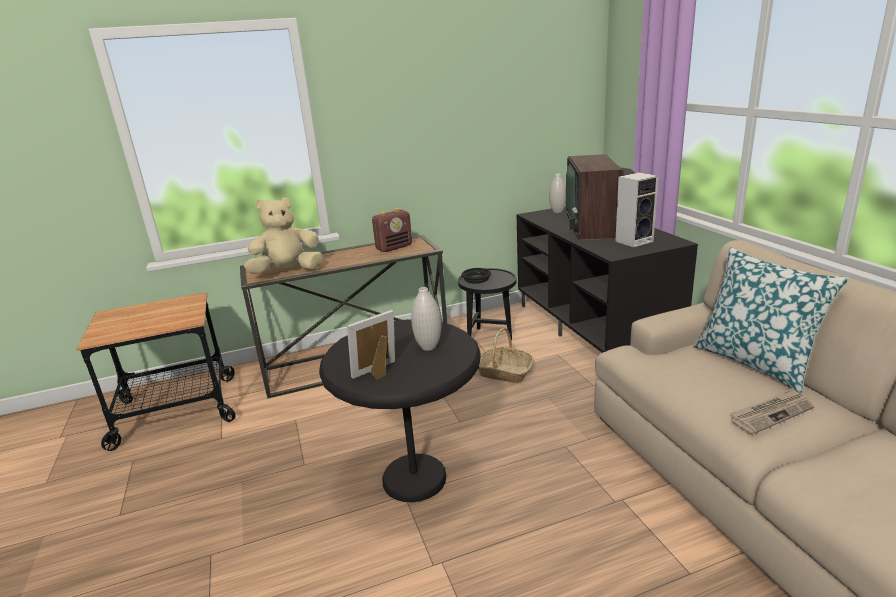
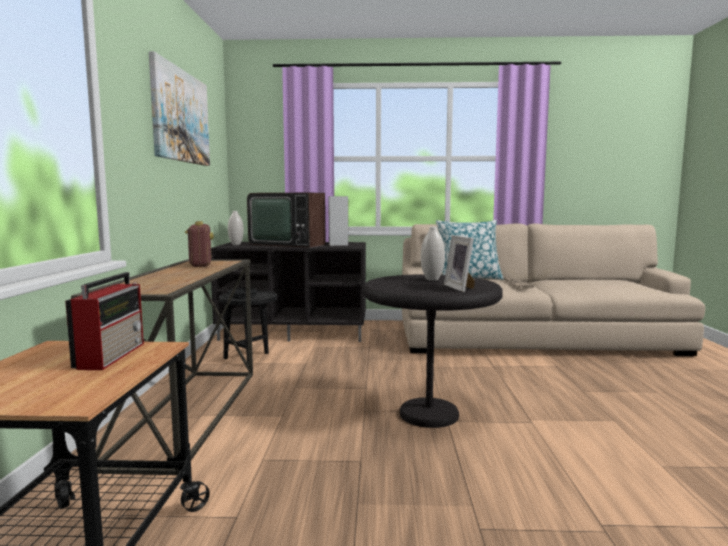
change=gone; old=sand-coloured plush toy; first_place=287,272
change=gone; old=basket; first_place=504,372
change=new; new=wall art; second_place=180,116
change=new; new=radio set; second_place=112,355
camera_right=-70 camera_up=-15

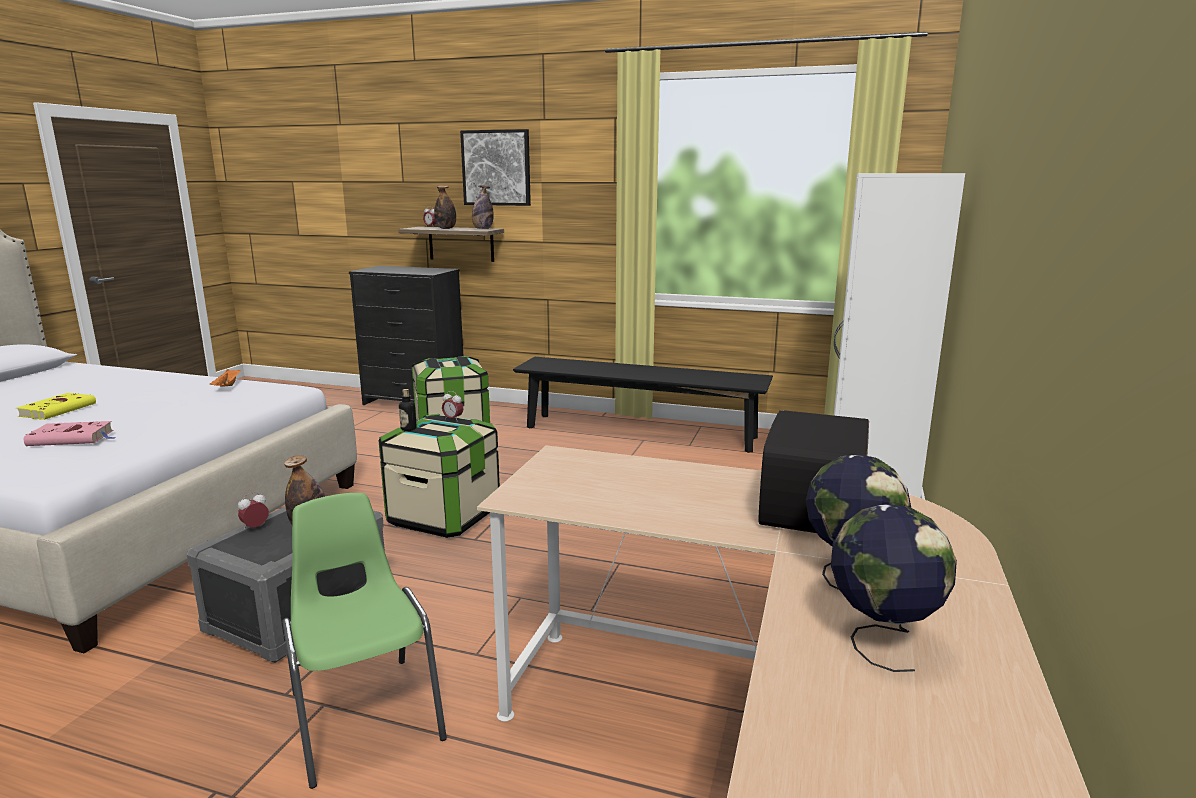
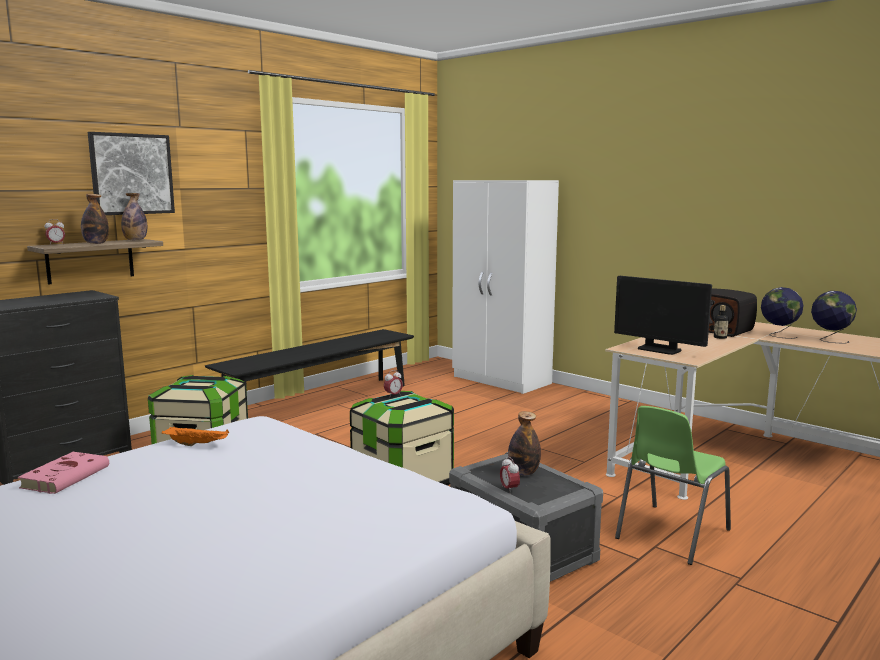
change=shifted; old=beverage bottle; first_place=408,428; second_place=720,337
change=gone; old=yellow-coloured bound book; first_place=59,410
change=shifted; old=pink bound book; first_place=73,438; second_place=67,476
change=rotated; old=greenish plain chair; first_place=365,715; second_place=670,534; degrees=-45
change=new; new=computer screen; second_place=659,349
camera_right=-65 camera_up=-5

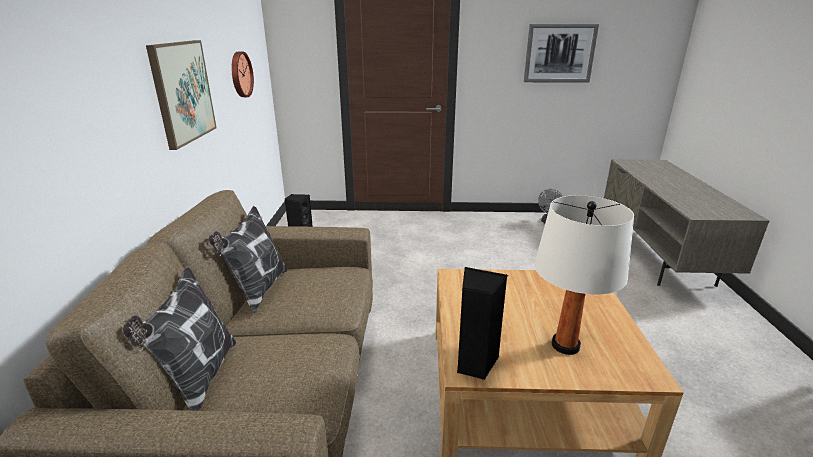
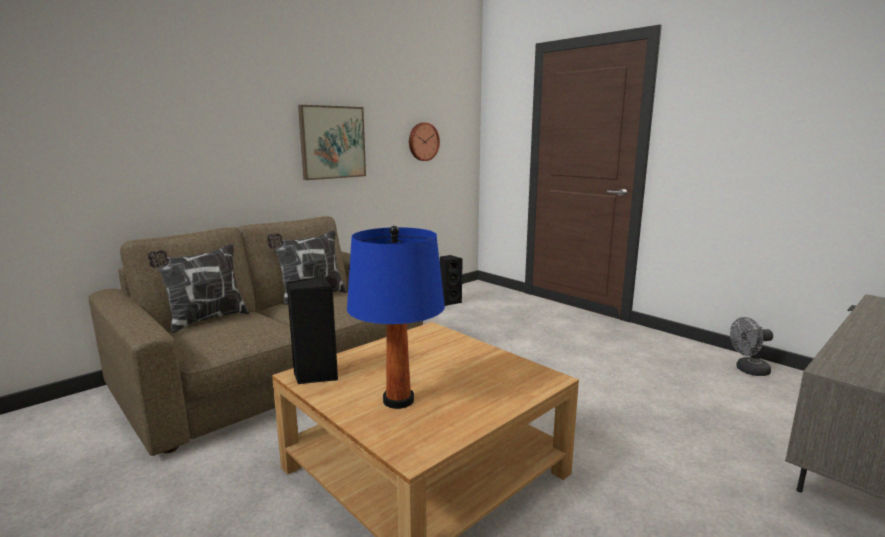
change=gone; old=wall art; first_place=559,53
change=repainted; old=white-coloured tabletop lamp; new=bluish tabletop lamp; first_place=565,345; second_place=398,400
camera_right=45 camera_up=-10

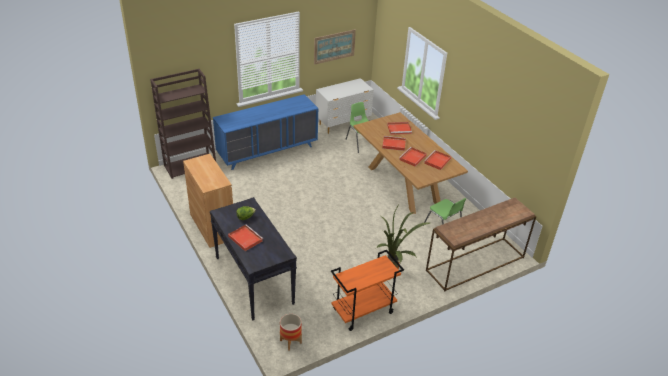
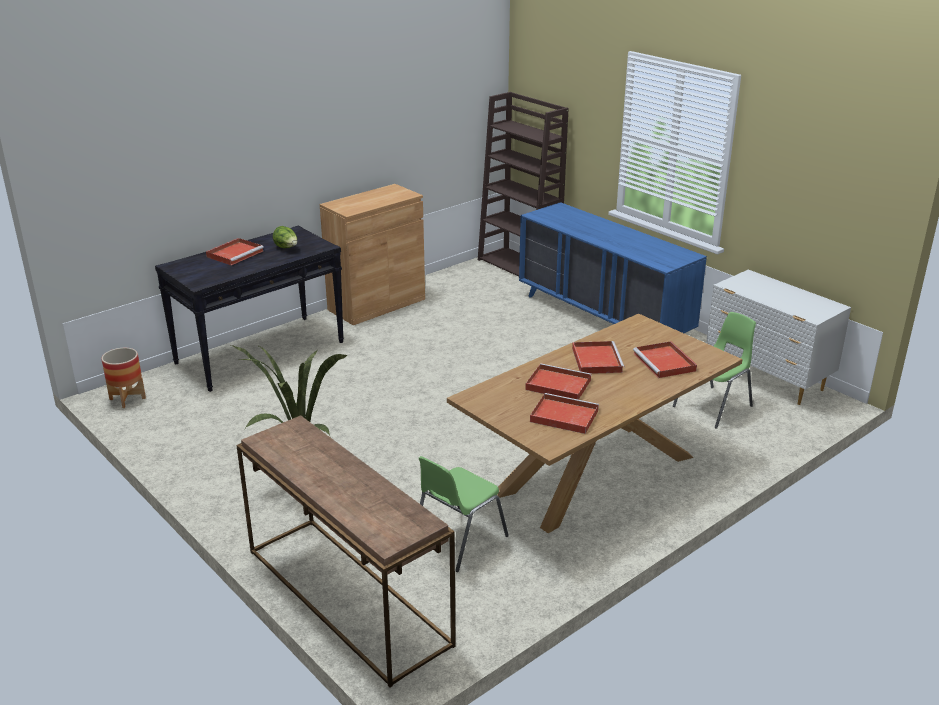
change=gone; old=wall art; first_place=334,46
change=gone; old=orangey trolley; first_place=363,312
camera_right=80 camera_up=-10

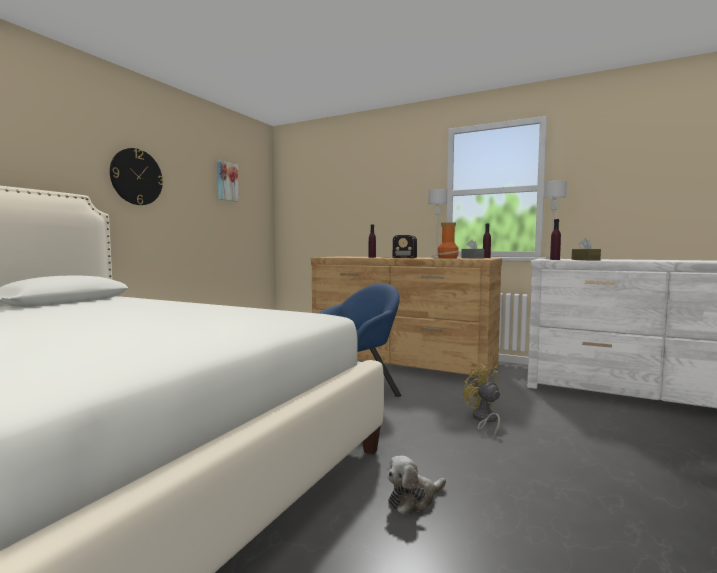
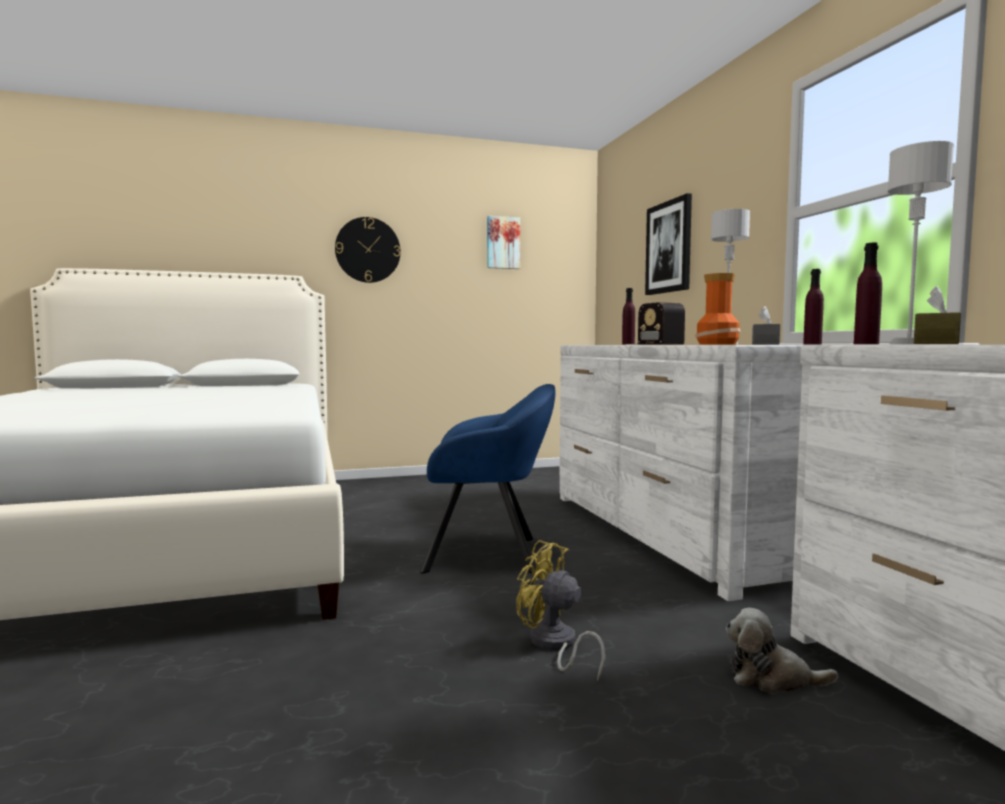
change=repainted; old=brownish dresser; new=white-coloured dresser; first_place=401,362; second_place=665,533
change=rotated; old=yellow-coloured fan; first_place=484,420; second_place=554,645; degrees=-75
change=shifted; old=plush toy; first_place=414,499; second_place=771,678
change=new; new=wall art; second_place=669,247
camera_right=45 camera_up=0

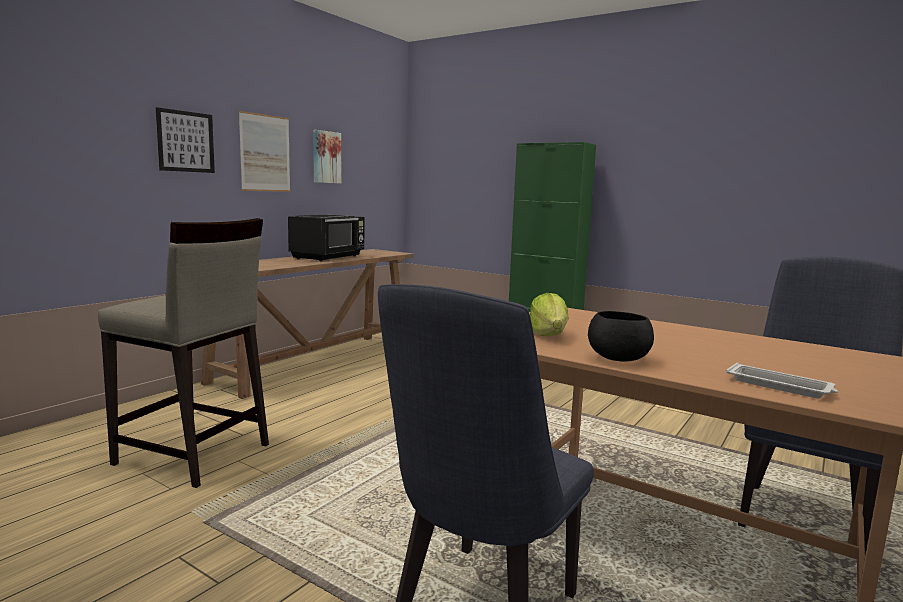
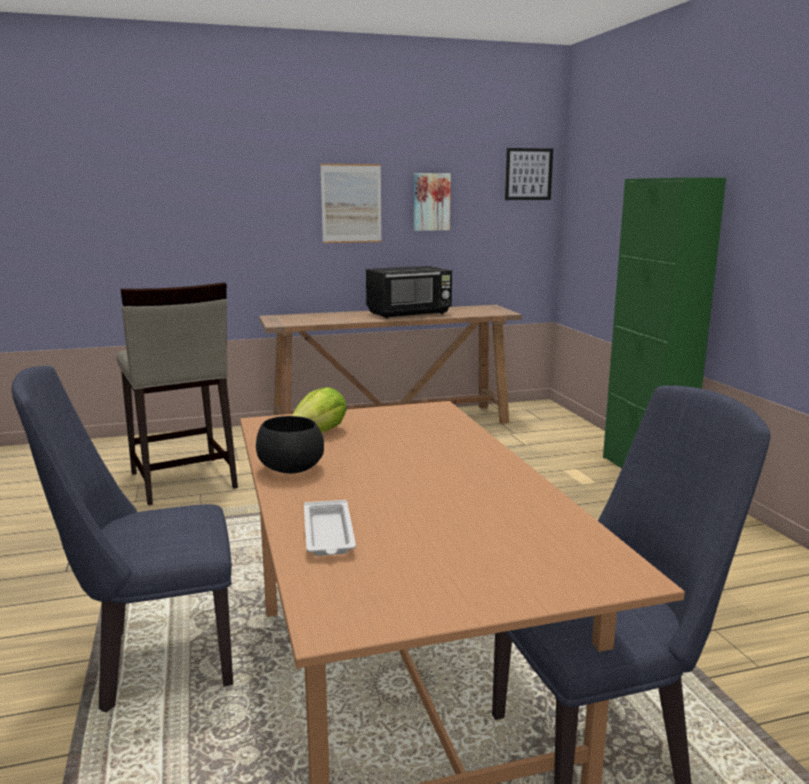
change=shifted; old=wall art; first_place=185,141; second_place=528,174
camera_right=40 camera_up=5

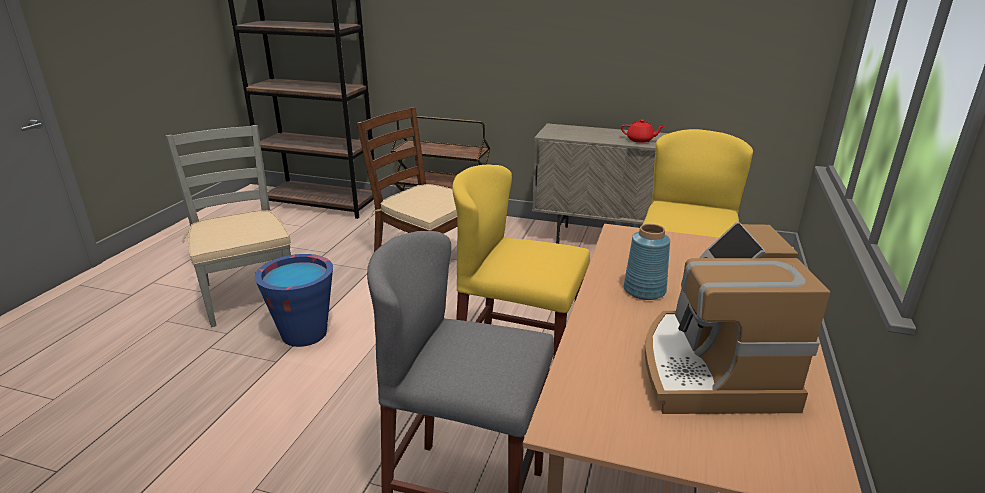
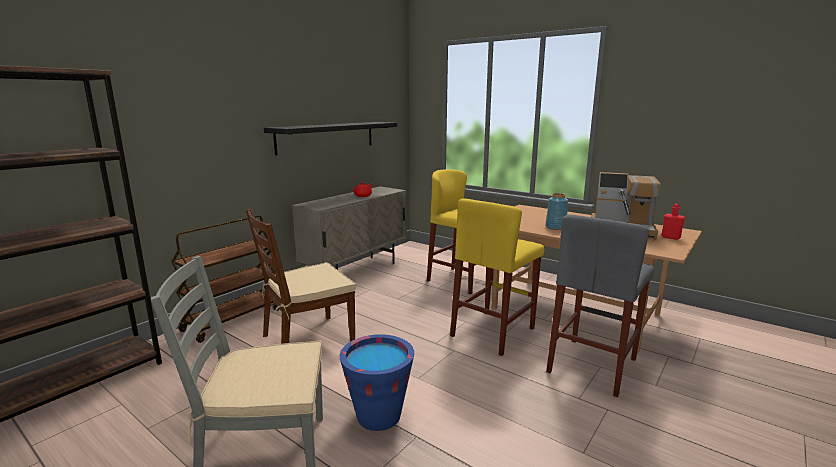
change=new; new=black-coloured shelf; second_place=327,137
change=new; new=reddish beverage bottle; second_place=670,237
camera_right=-70 camera_up=-10

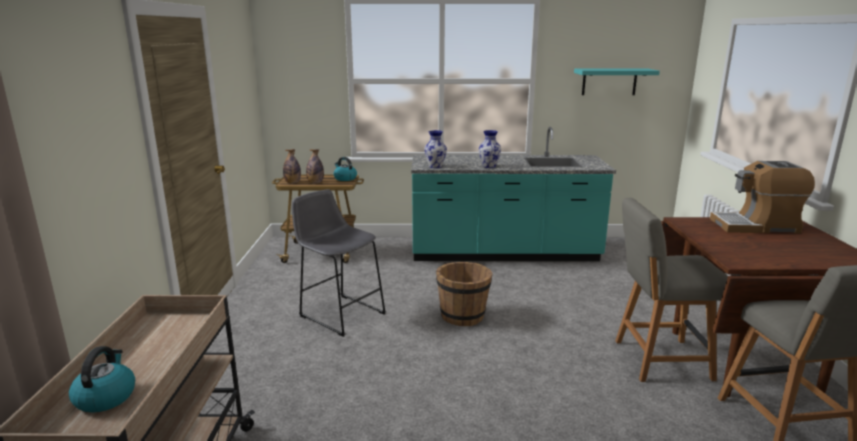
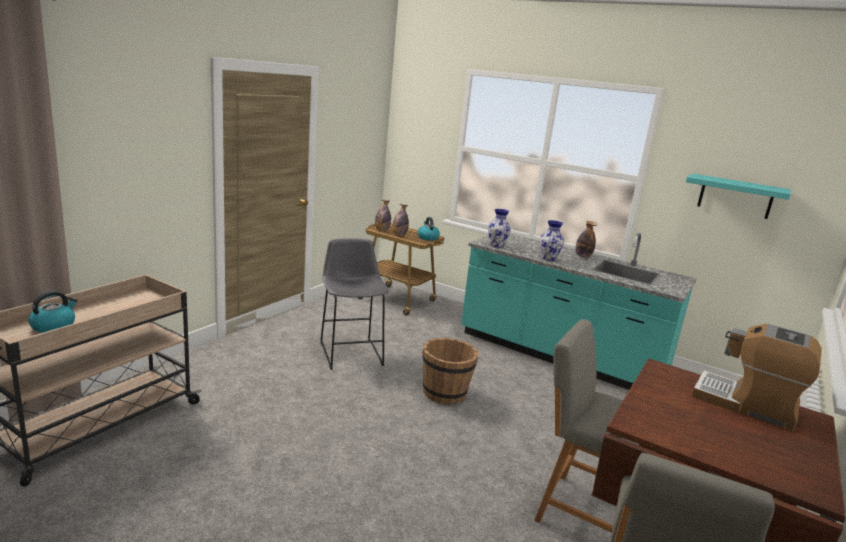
change=new; new=beverage bottle; second_place=583,256
camera_right=30 camera_up=0

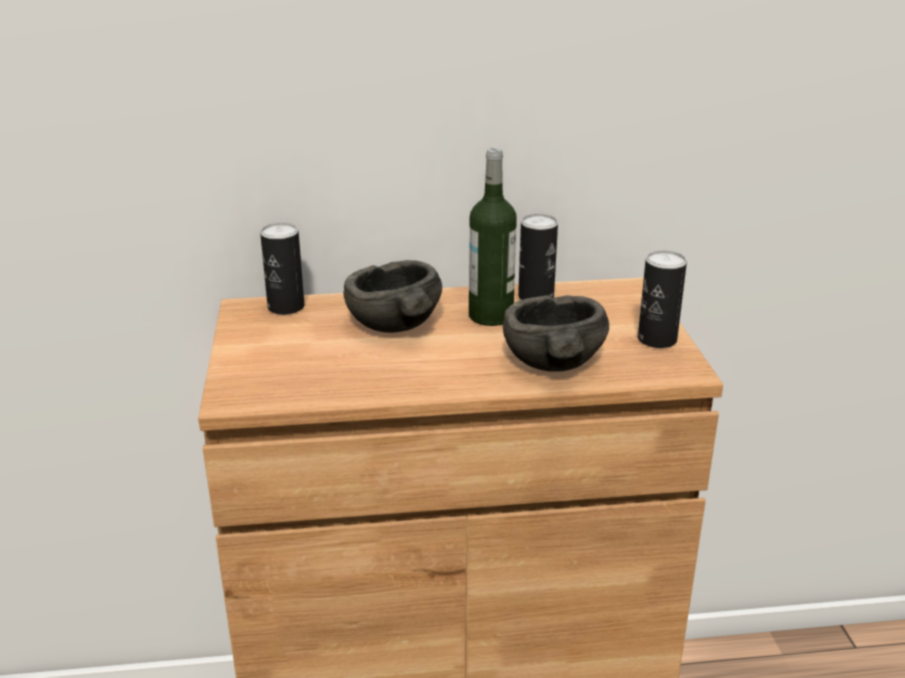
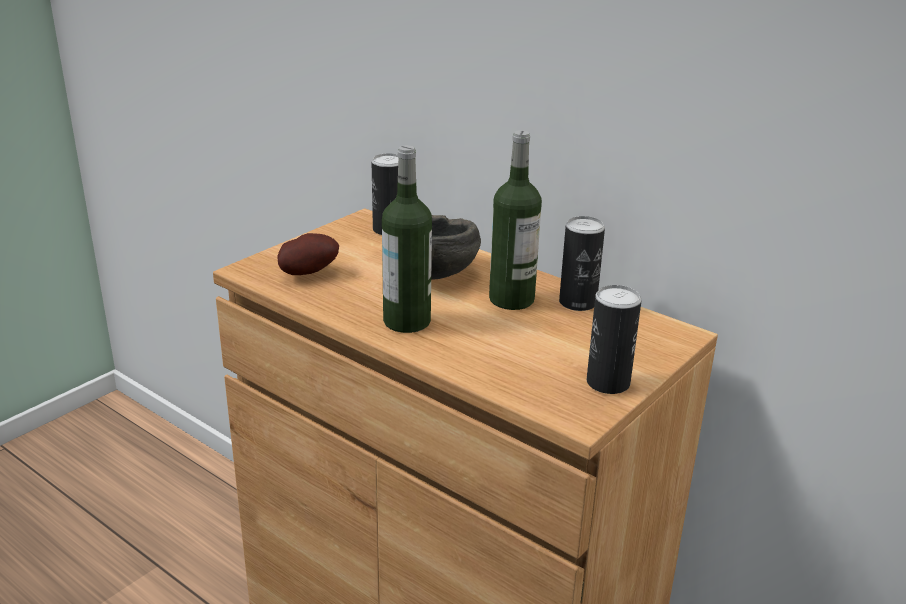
change=gone; old=greyish deep dish; first_place=552,362
change=new; new=beverage bottle; second_place=407,321
change=new; new=spud; second_place=307,273
camera_right=45 camera_up=0

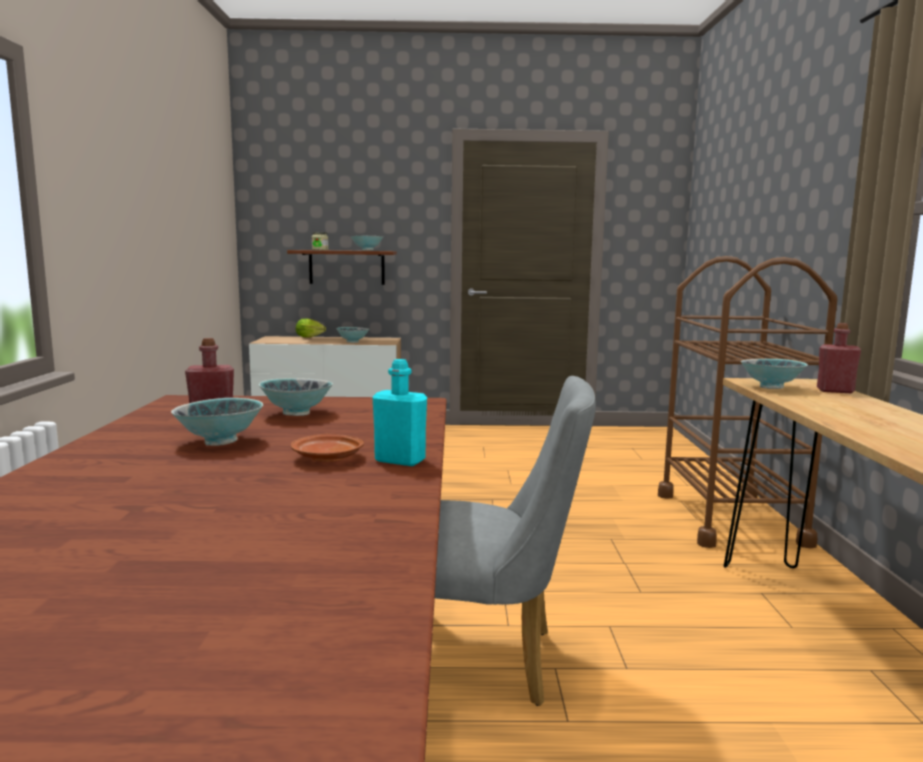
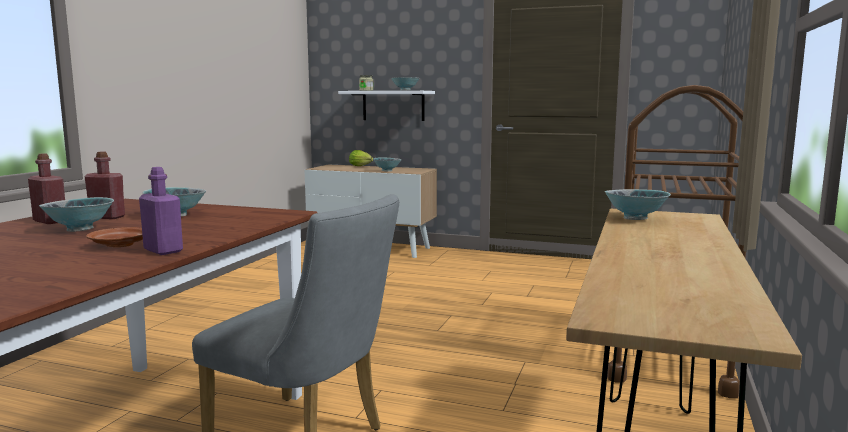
change=repainted; old=brownish shelf; new=white-coloured shelf; first_place=347,267; second_place=393,105
change=shifted; old=reddish beverage bottle; first_place=835,391; second_place=50,221
change=repainted; old=turquoise-coloured beverage bottle; new=purple beverage bottle; first_place=400,460; second_place=163,250
camera_right=20 camera_up=0

